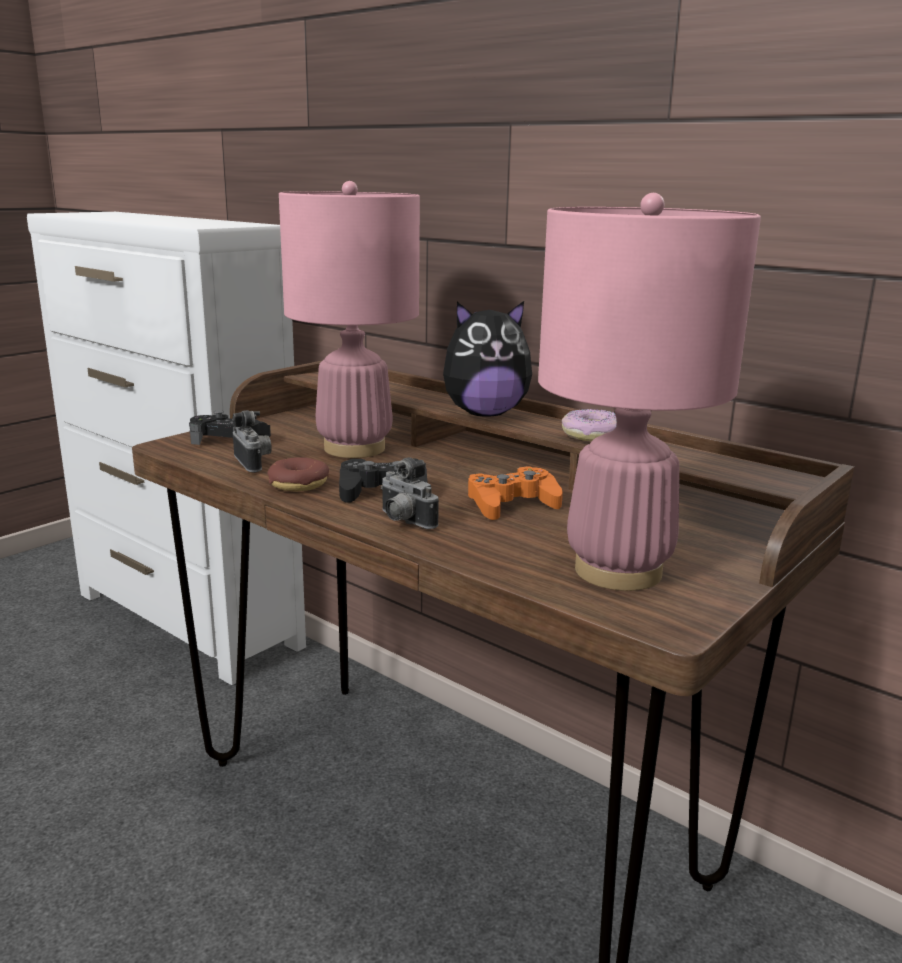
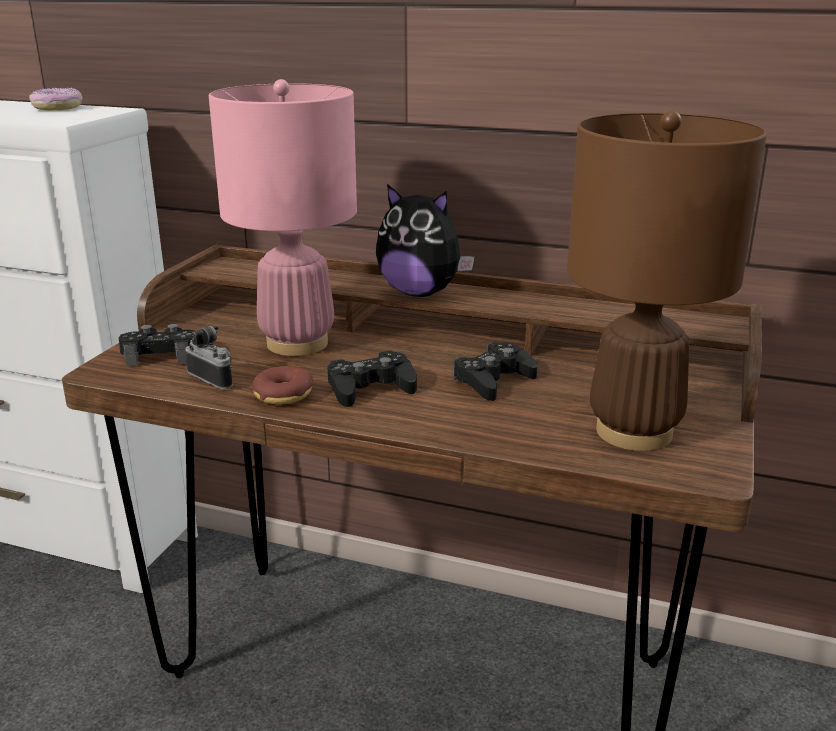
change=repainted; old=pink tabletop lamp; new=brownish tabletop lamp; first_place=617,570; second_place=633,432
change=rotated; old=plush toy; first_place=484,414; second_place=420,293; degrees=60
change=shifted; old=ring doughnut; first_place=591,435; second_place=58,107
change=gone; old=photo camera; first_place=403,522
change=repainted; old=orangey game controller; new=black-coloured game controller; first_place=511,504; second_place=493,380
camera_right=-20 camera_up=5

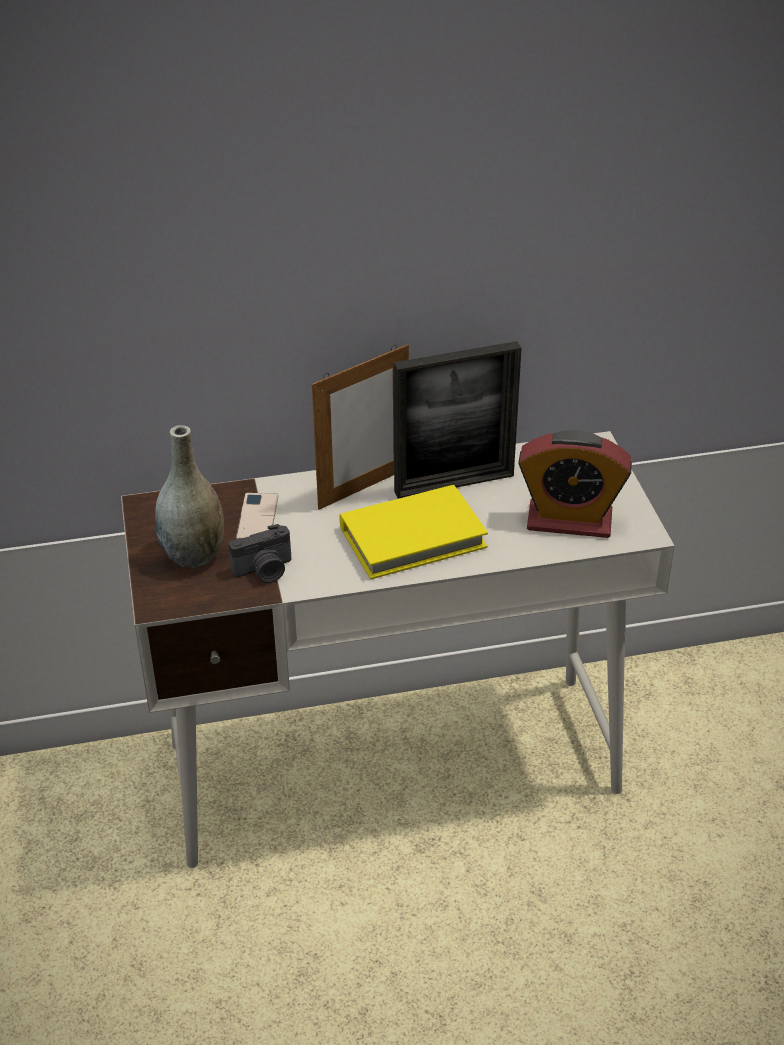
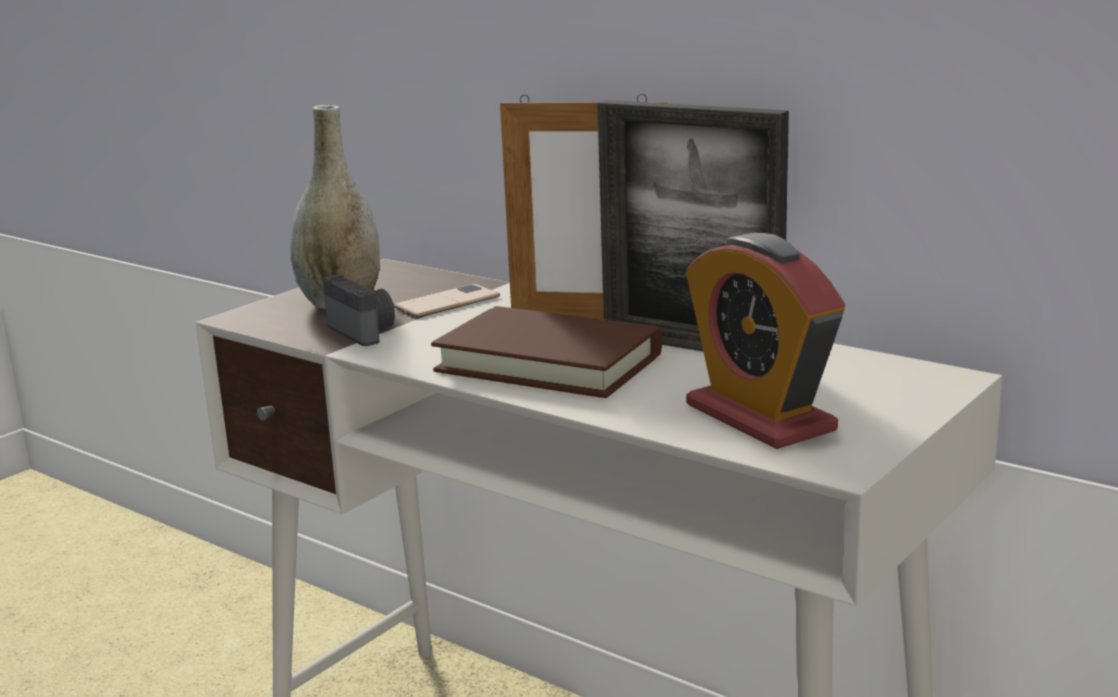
change=repainted; old=yellow-coloured bound book; new=brownish bound book; first_place=412,537; second_place=549,362
change=rotated; old=photo camera; first_place=264,571; second_place=364,332; degrees=-150
camera_right=50 camera_up=-20

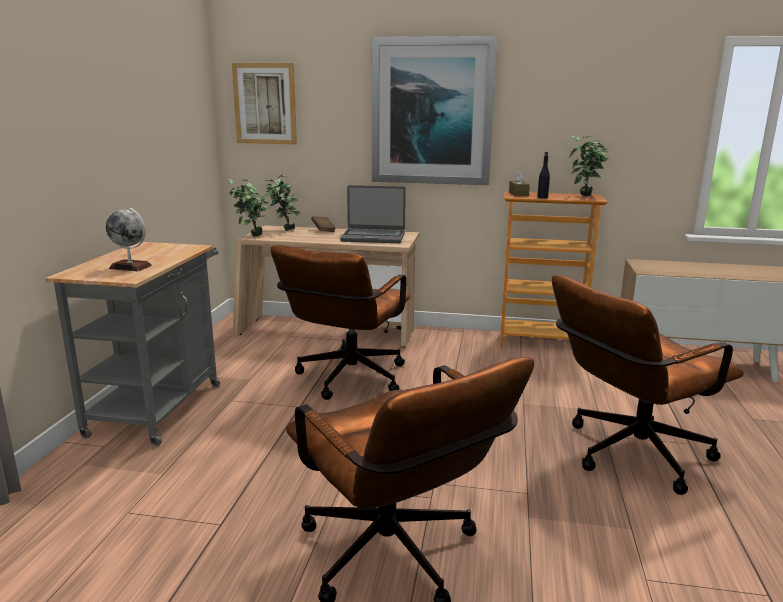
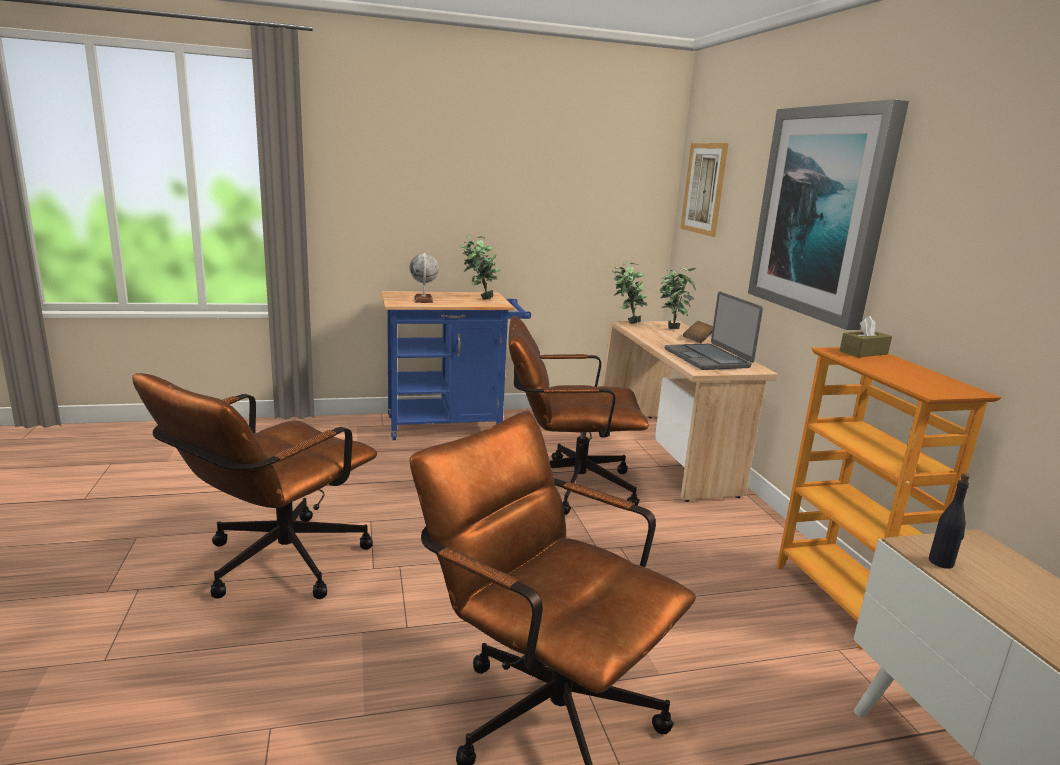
change=shifted; old=plant in a pot; first_place=585,196; second_place=478,299
change=shifted; old=black-coloured beverage bottle; first_place=542,197; second_place=941,562
change=repainted; old=greyish trolley; new=bluish trolley; first_place=160,405; second_place=452,425
camera_right=65 camera_up=0

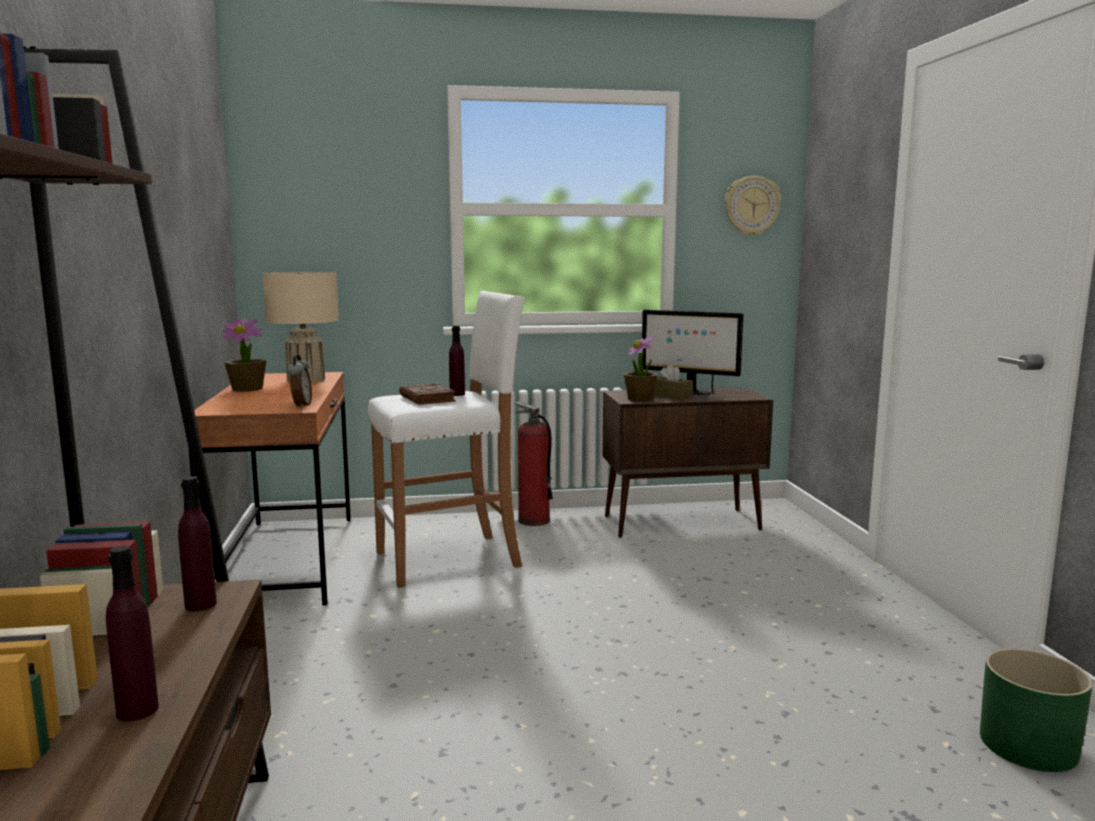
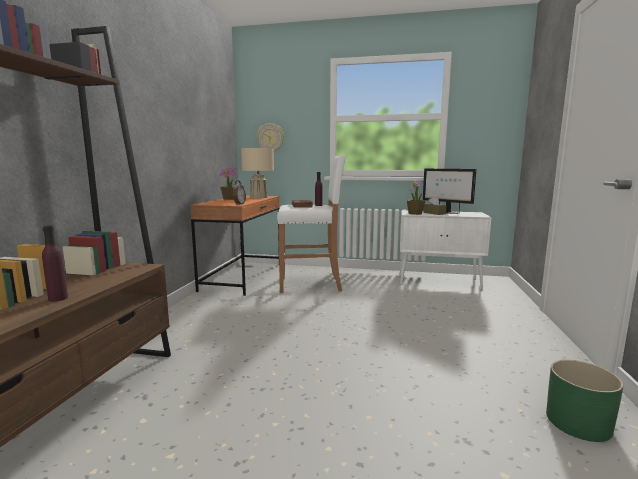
change=shifted; old=wall clock; first_place=751,206; second_place=270,138
change=repainted; old=brownish storage cabinet; new=white-coloured storage cabinet; first_place=683,523; second_place=439,282
change=gone; old=fire-fighting cylinder; first_place=533,520
change=gone; old=purple beverage bottle; first_place=200,605
camera_right=20 camera_up=0

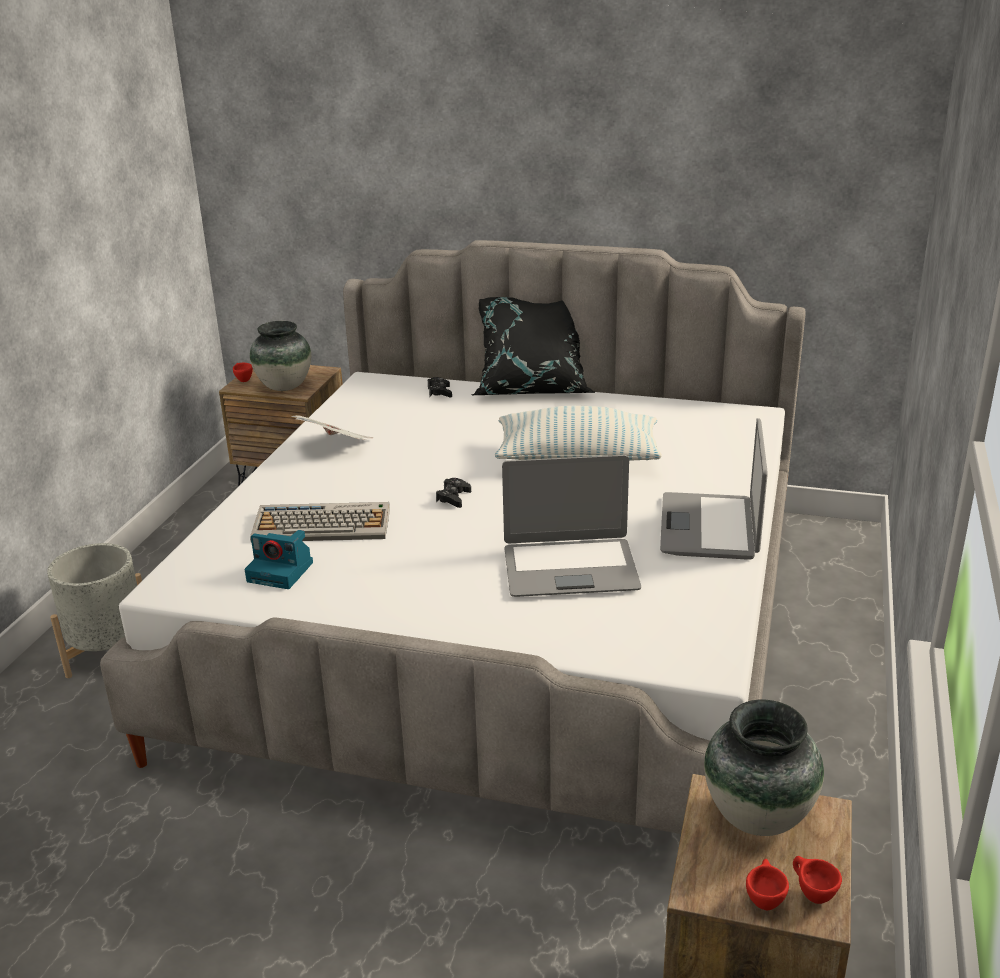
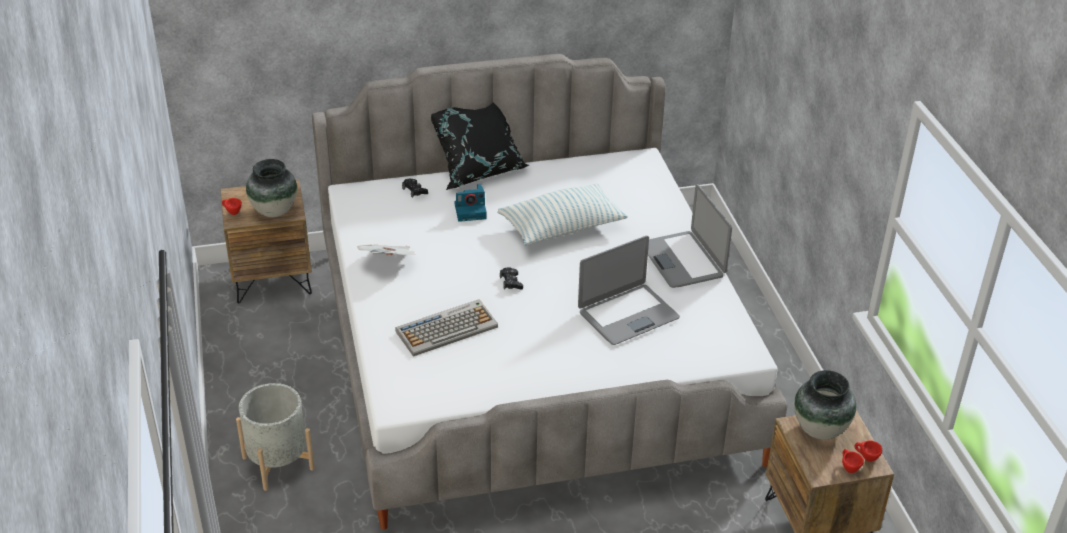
change=shifted; old=photo camera; first_place=282,572; second_place=471,211
camera_right=-30 camera_up=10

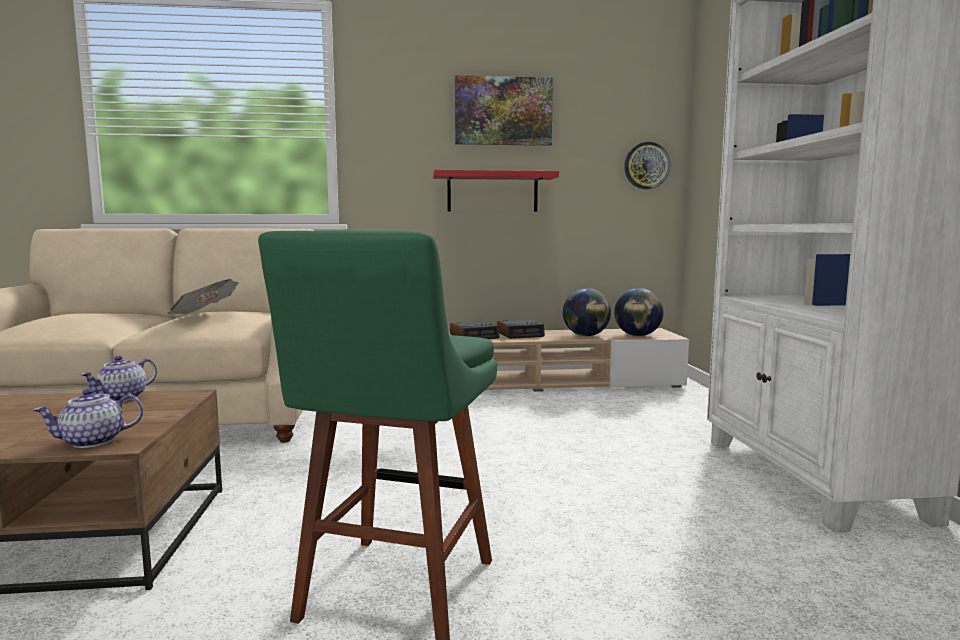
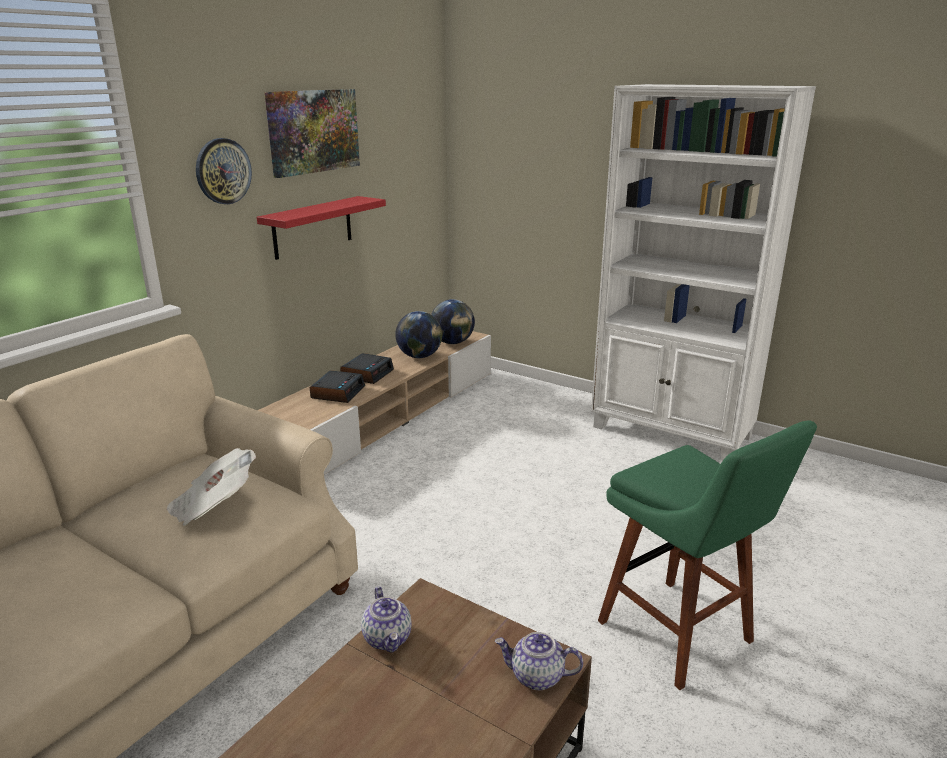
change=shifted; old=wall clock; first_place=646,165; second_place=223,171
change=rotated; old=tea pot; first_place=92,441; second_place=536,676; degrees=90
camera_right=-50 camera_up=15

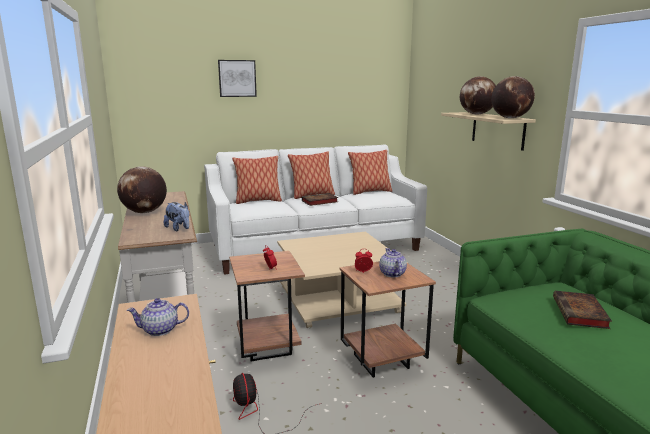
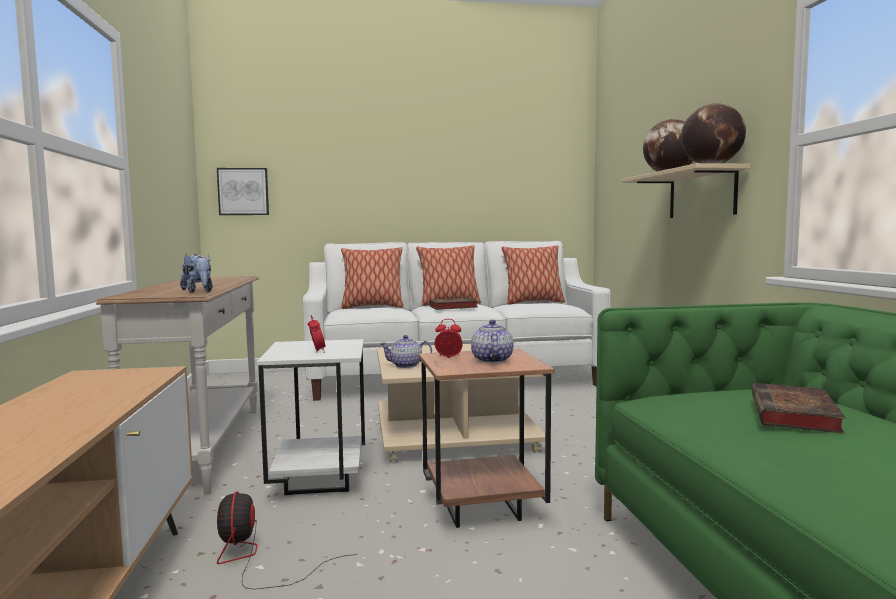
change=shifted; old=wall art; first_place=237,78; second_place=243,191
change=gone; old=desk globe; first_place=144,212
change=repainted; old=brownish accent table; new=white-coloured accent table; first_place=267,348; second_place=317,482
change=shifted; old=tea pot; first_place=160,330; second_place=406,365
camera_right=10 camera_up=-10

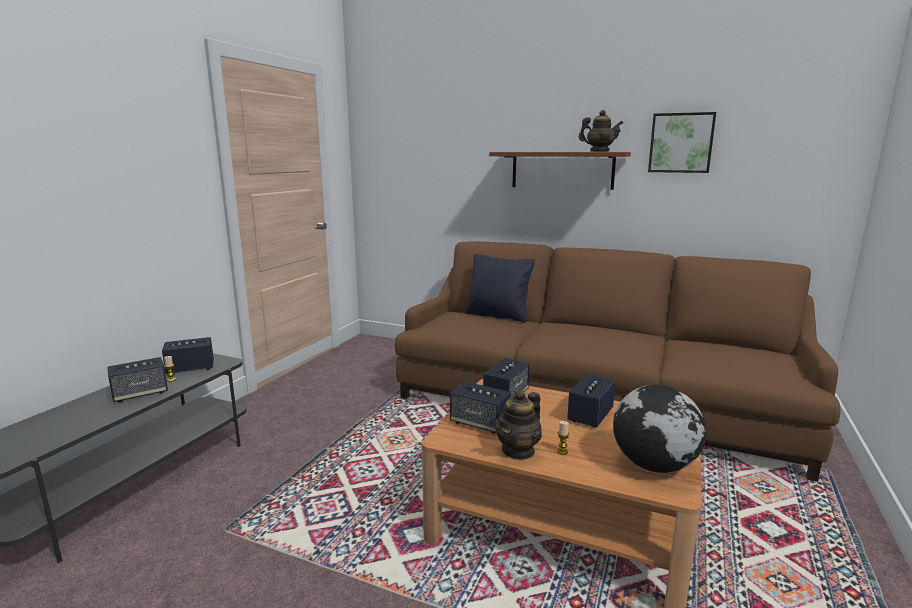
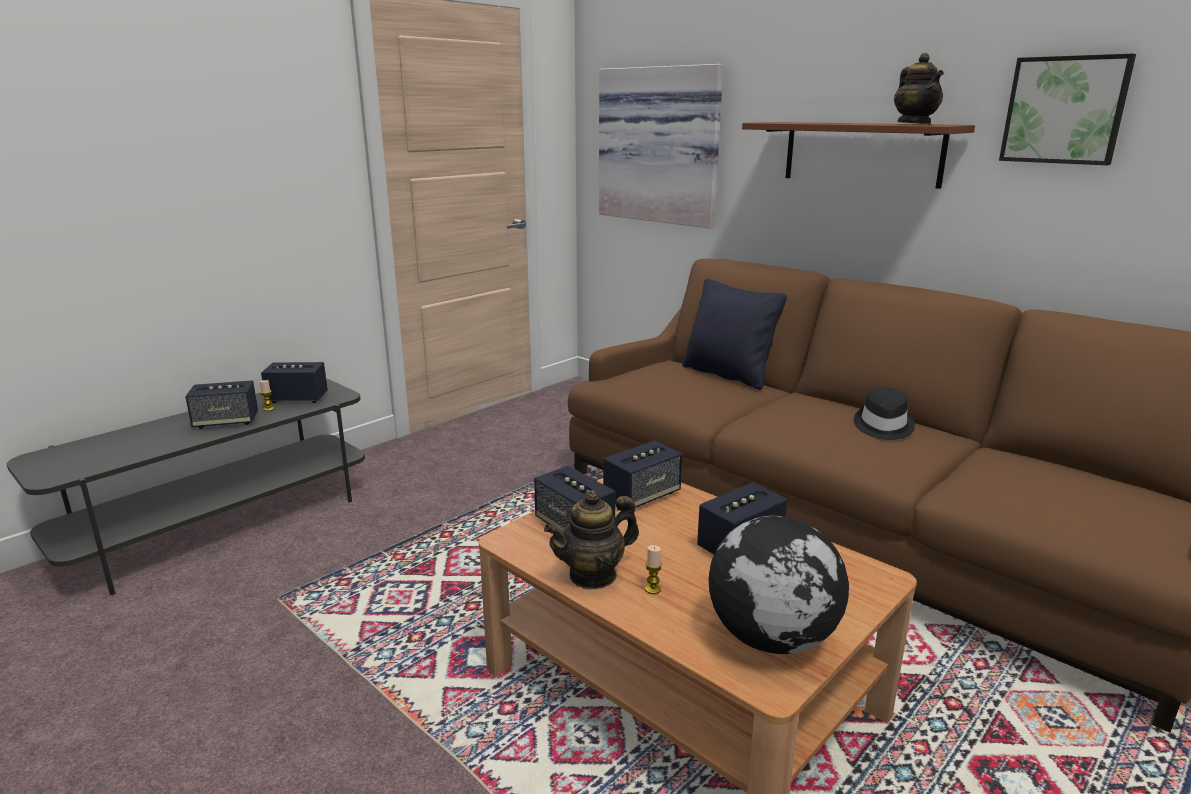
change=rotated; old=tea pot; first_place=599,151; second_place=914,124; degrees=60
change=new; new=wall art; second_place=661,146
change=new; new=black-coloured hat; second_place=882,426
camera_right=20 camera_up=5

